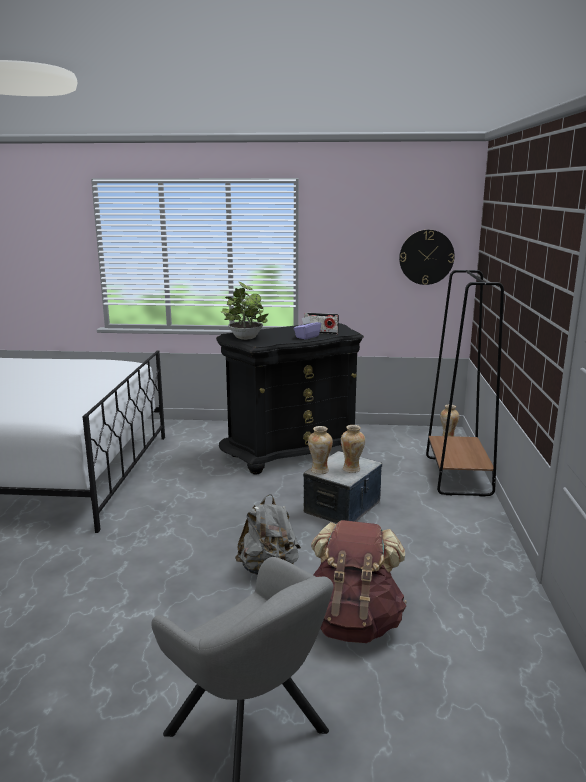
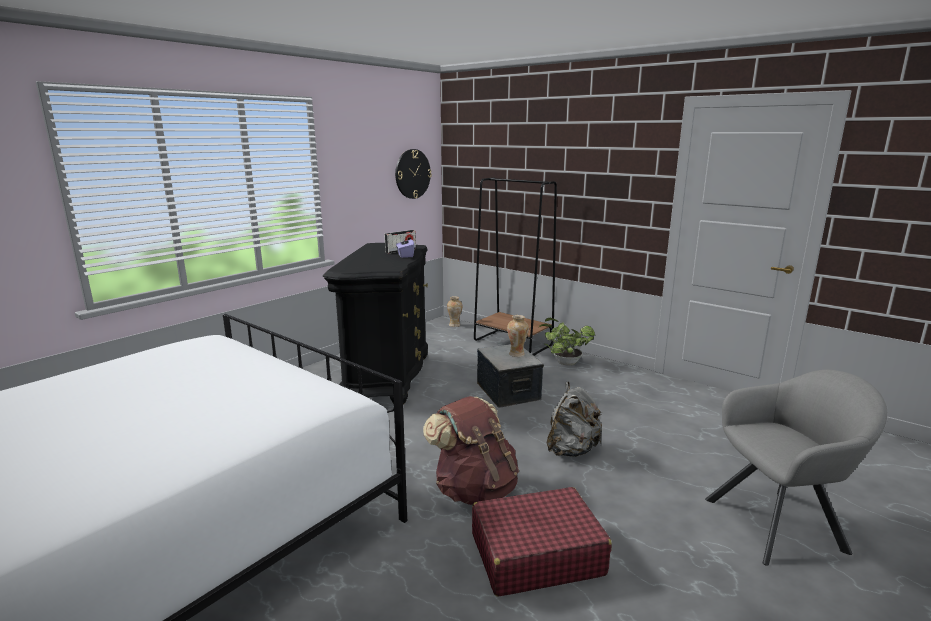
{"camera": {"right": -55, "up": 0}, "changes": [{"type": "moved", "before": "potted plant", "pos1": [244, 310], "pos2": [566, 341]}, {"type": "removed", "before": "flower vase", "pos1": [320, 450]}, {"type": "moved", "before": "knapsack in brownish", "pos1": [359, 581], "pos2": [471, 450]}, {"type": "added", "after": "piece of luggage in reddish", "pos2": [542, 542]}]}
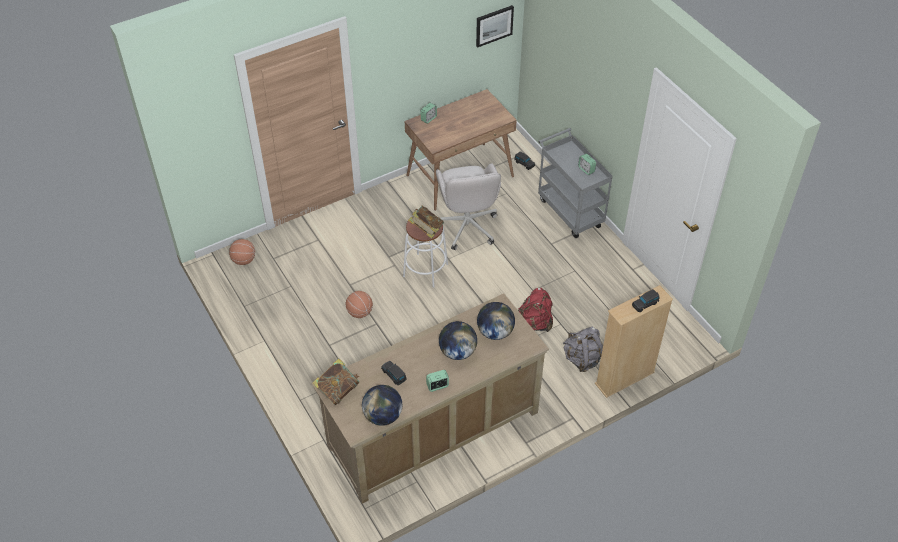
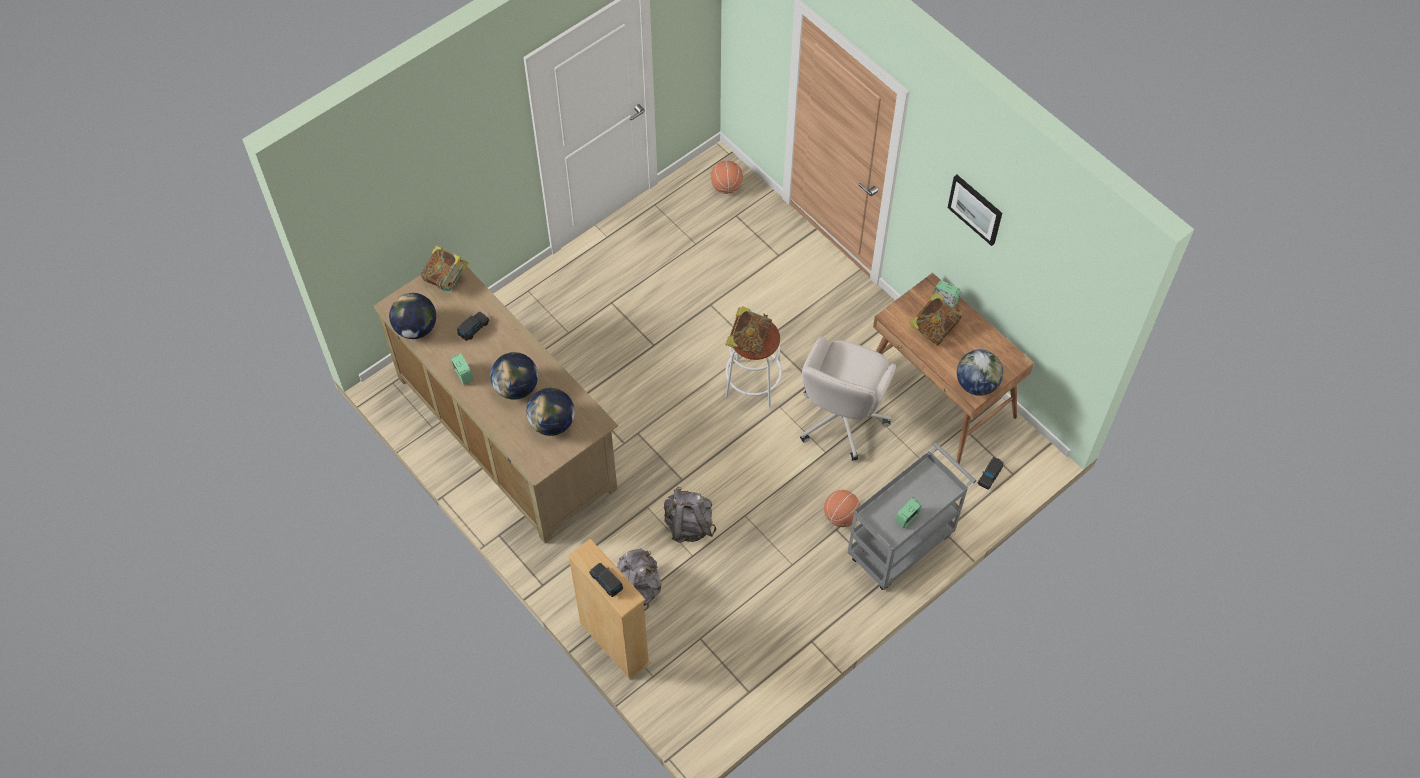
{"camera": {"right": 80, "up": 10}, "changes": [{"type": "moved", "before": "wall art", "pos1": [495, 26], "pos2": [975, 210]}, {"type": "turned", "before": "office chair in white", "pos1": [468, 206], "pos2": [848, 398], "turn": -45}, {"type": "recoloured", "before": "knapsack in reddish", "after": "knapsack in gray", "pos1": [535, 310], "pos2": [690, 515]}, {"type": "moved", "before": "basketball ball", "pos1": [359, 304], "pos2": [842, 508]}, {"type": "added", "after": "bound book", "pos2": [935, 319]}, {"type": "added", "after": "desk globe", "pos2": [980, 373]}]}
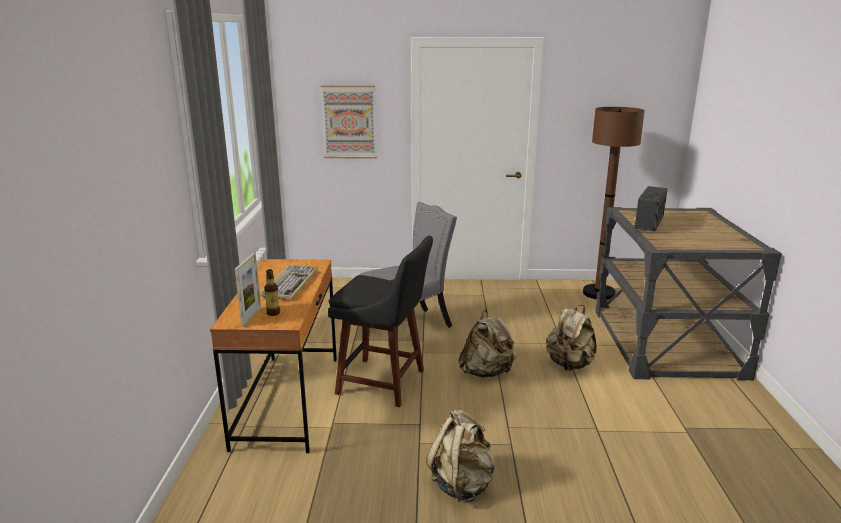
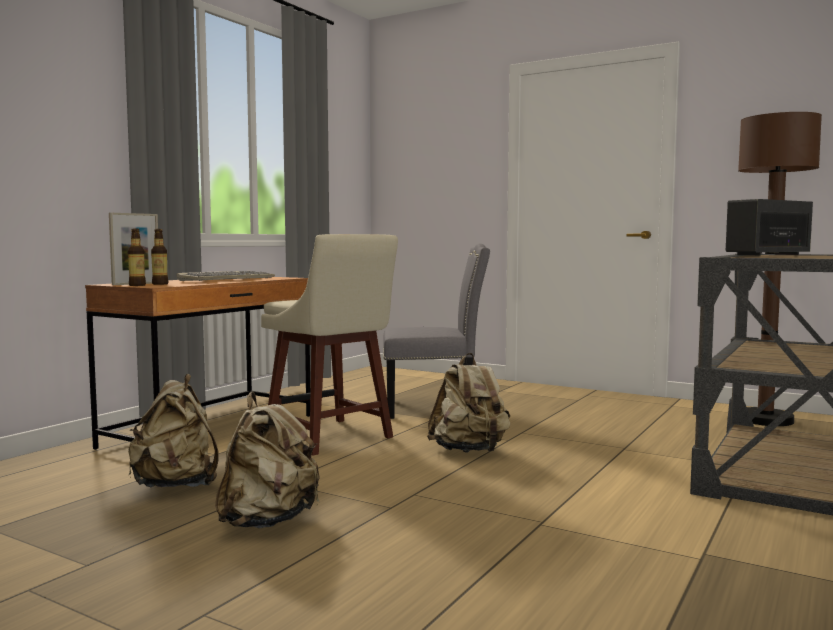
{"camera": {"right": 30, "up": -15}, "changes": [{"type": "removed", "before": "wall art", "pos1": [349, 122]}, {"type": "recoloured", "before": "stool seat in black-coloured", "after": "stool seat in beige-coloured", "pos1": [380, 321], "pos2": [329, 345]}, {"type": "moved", "before": "knapsack in beige-coloured", "pos1": [571, 338], "pos2": [173, 430]}, {"type": "added", "after": "beverage bottle", "pos2": [137, 257]}]}
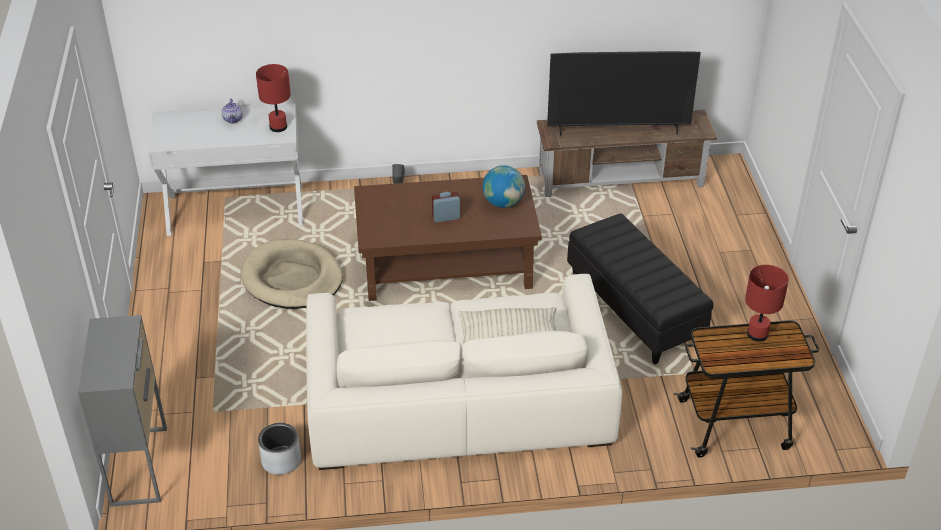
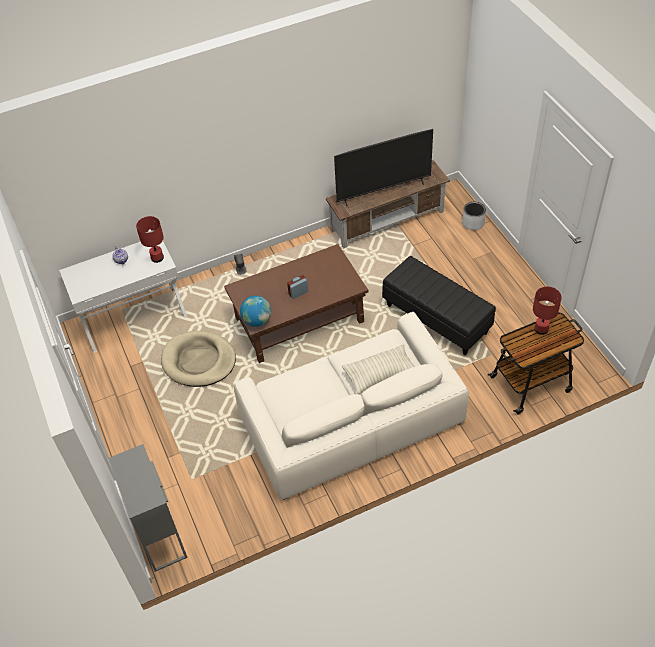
{"camera": {"right": -15, "up": 10}, "changes": [{"type": "moved", "before": "desk globe", "pos1": [504, 186], "pos2": [255, 311]}, {"type": "moved", "before": "flower pot in gray", "pos1": [279, 449], "pos2": [474, 216]}]}
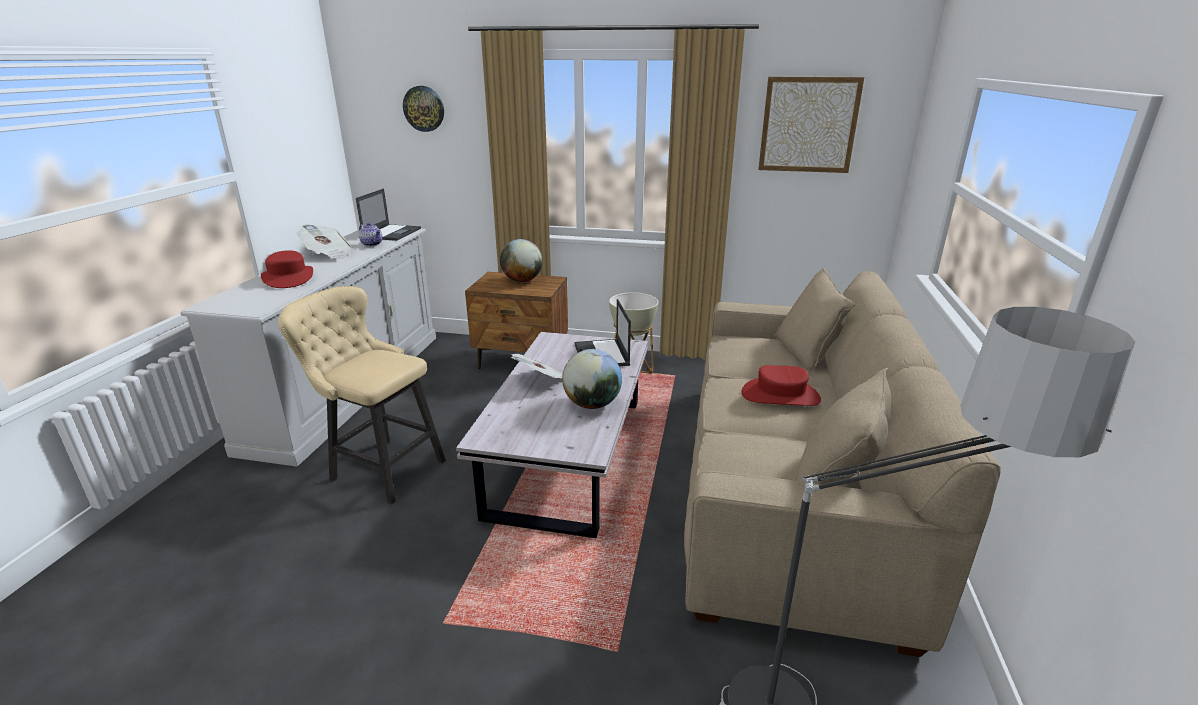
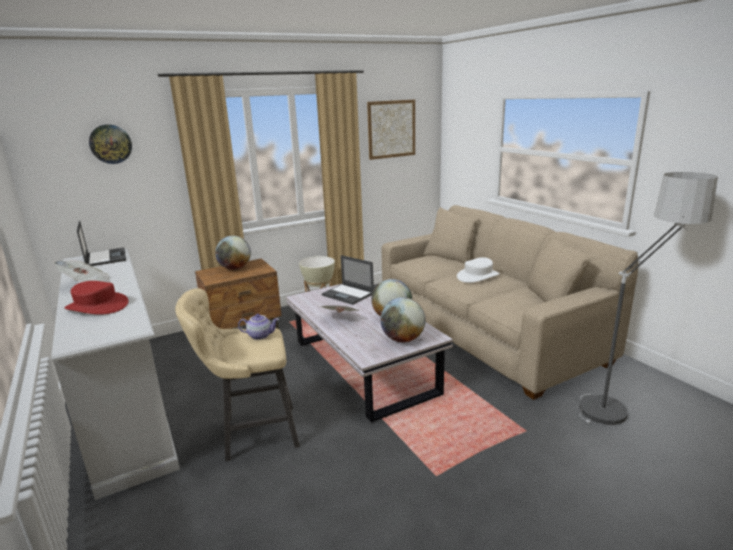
{"camera": {"right": -40, "up": -5}, "changes": [{"type": "moved", "before": "pot for tea", "pos1": [371, 234], "pos2": [258, 327]}, {"type": "recoloured", "before": "clothing hat in reddish", "after": "clothing hat in white", "pos1": [781, 385], "pos2": [478, 270]}, {"type": "added", "after": "desk globe", "pos2": [402, 319]}]}
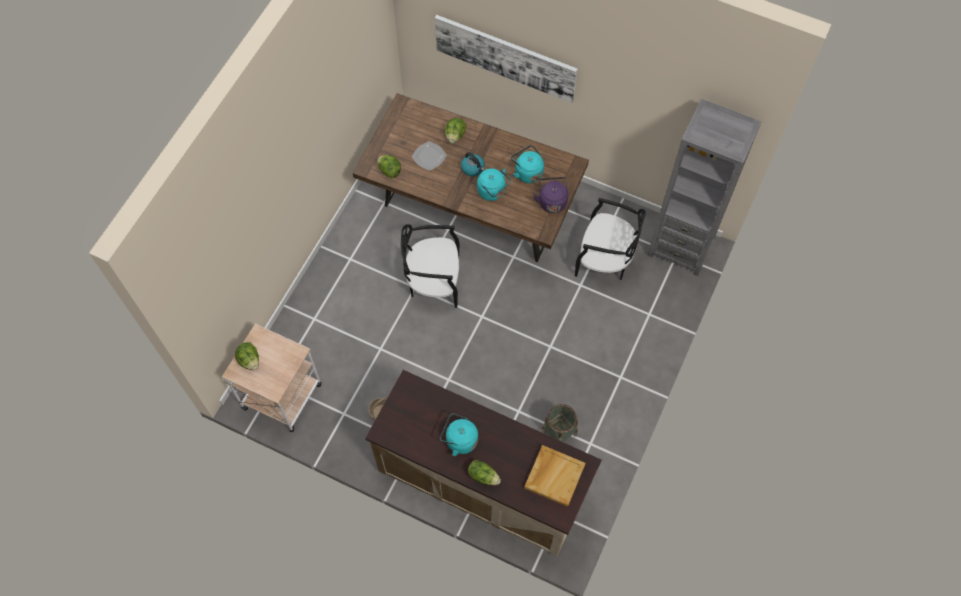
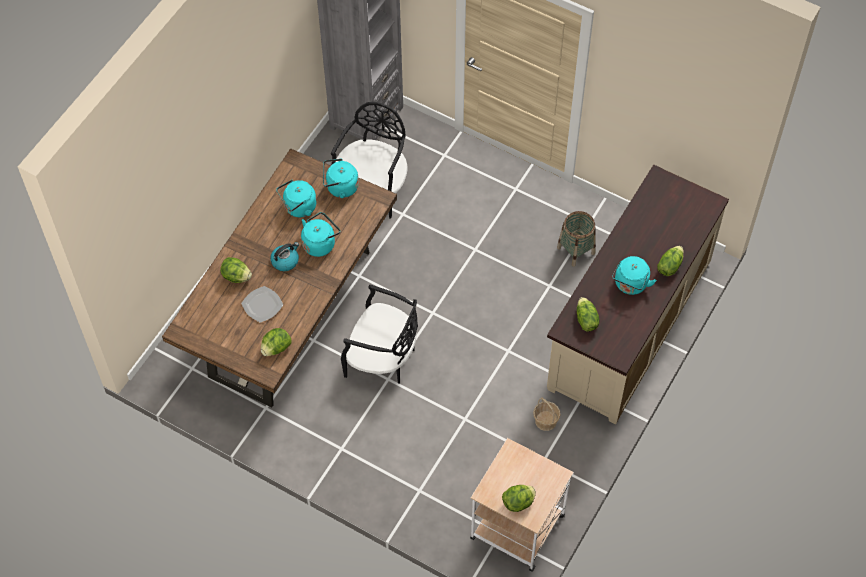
{"camera": {"right": -85, "up": -5}, "changes": [{"type": "removed", "before": "wall art", "pos1": [506, 59]}, {"type": "recoloured", "before": "kettle in purple", "after": "kettle in turquoise-coloured", "pos1": [550, 195], "pos2": [341, 178]}, {"type": "turned", "before": "plain chair in black-coloured", "pos1": [430, 266], "pos2": [379, 334], "turn": -75}, {"type": "removed", "before": "tray in beige-coloured", "pos1": [555, 476]}, {"type": "added", "after": "head of lettuce", "pos2": [588, 314]}]}
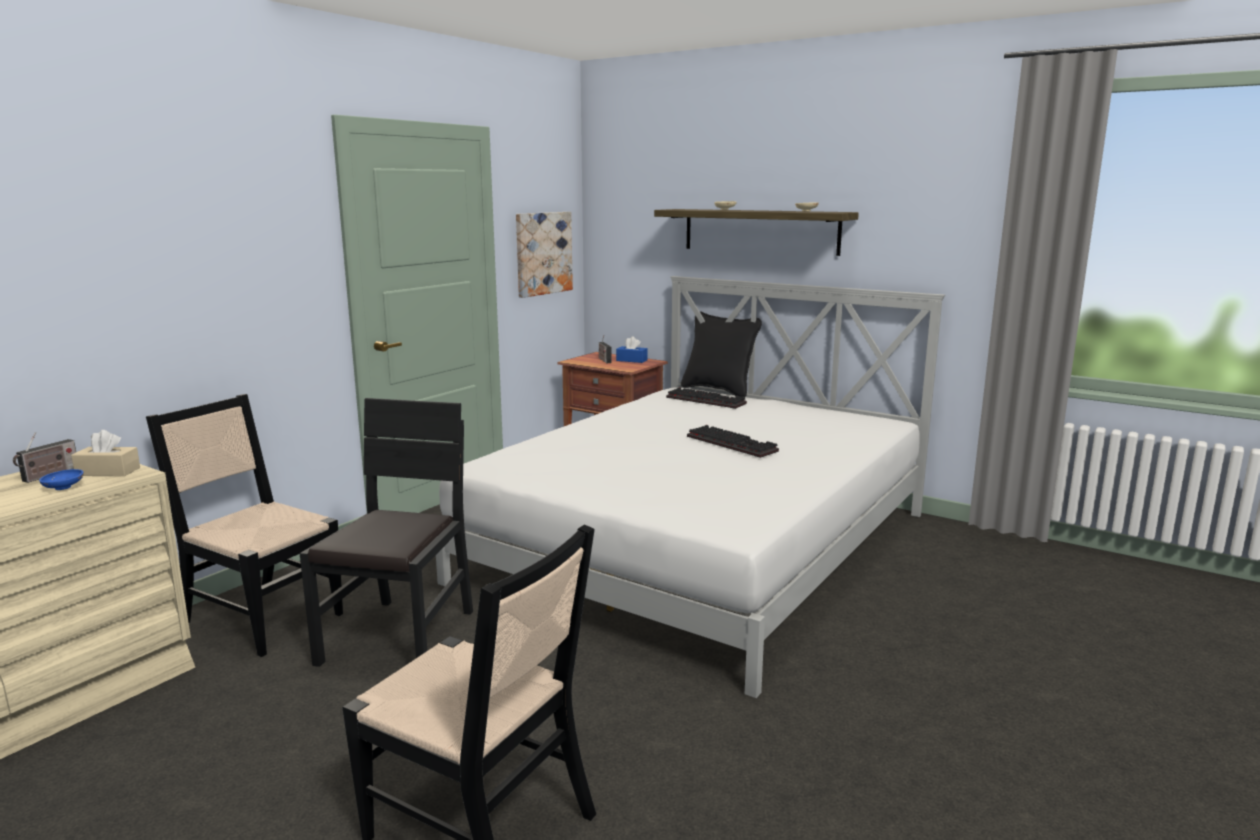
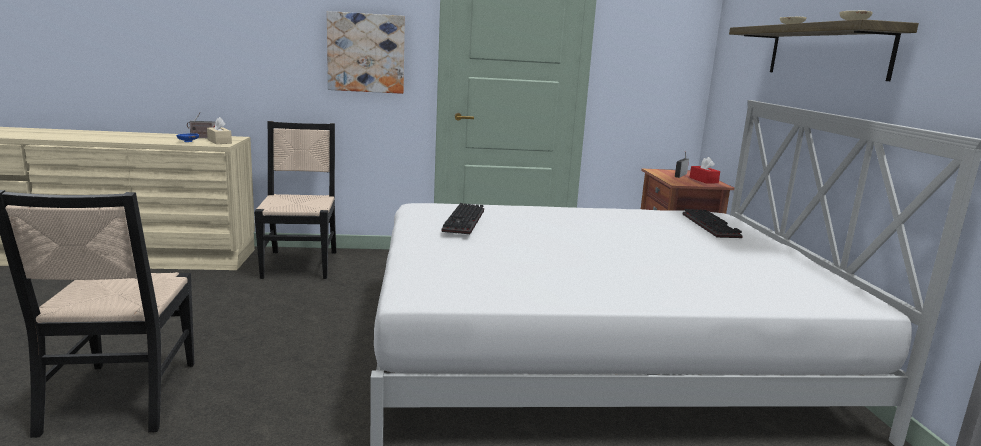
{"camera": {"right": 50, "up": 0}, "changes": [{"type": "moved", "before": "wall art", "pos1": [544, 255], "pos2": [366, 52]}, {"type": "removed", "before": "pillow in black-coloured", "pos1": [721, 354]}, {"type": "recoloured", "before": "tissue box in blue", "after": "tissue box in reddish", "pos1": [632, 349], "pos2": [705, 170]}, {"type": "removed", "before": "plain chair in black-coloured", "pos1": [386, 532]}, {"type": "moved", "before": "PC keyboard", "pos1": [733, 441], "pos2": [462, 218]}]}
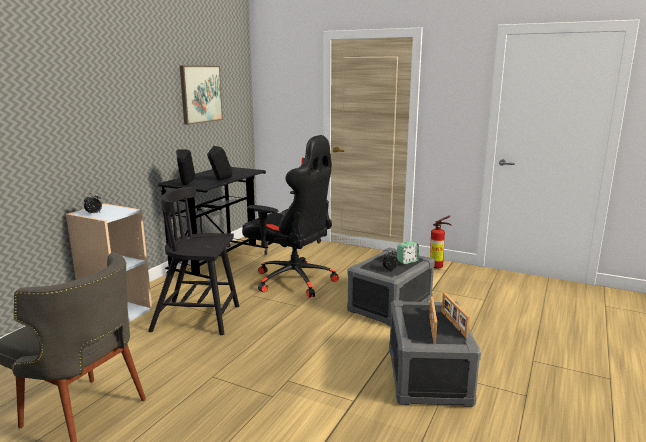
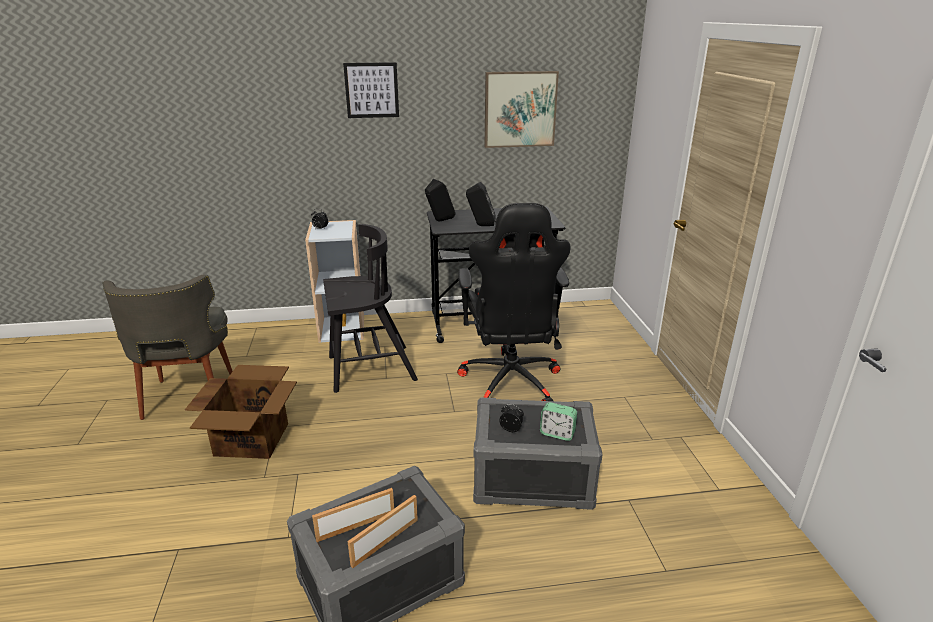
{"camera": {"right": 55, "up": 10}, "changes": [{"type": "turned", "before": "plain chair in black-coloured", "pos1": [193, 260], "pos2": [370, 308], "turn": 105}, {"type": "removed", "before": "fire-fighting cylinder", "pos1": [441, 242]}, {"type": "added", "after": "wall art", "pos2": [371, 90]}, {"type": "added", "after": "cardboard box", "pos2": [241, 412]}]}
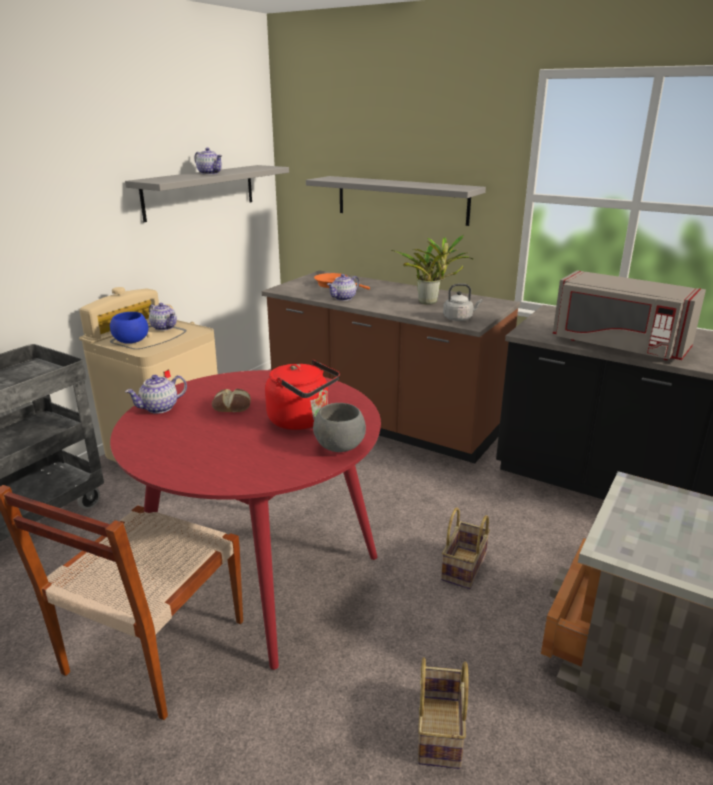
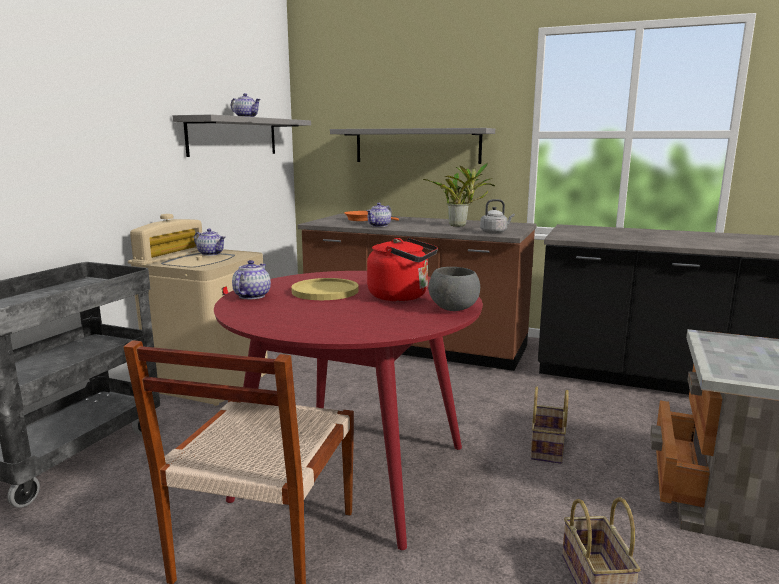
{"camera": {"right": -10, "up": -10}, "changes": [{"type": "removed", "before": "microwave oven in gray", "pos1": [629, 315]}, {"type": "removed", "before": "bowl in blue", "pos1": [129, 328]}, {"type": "turned", "before": "pot for tea", "pos1": [156, 394], "pos2": [251, 279], "turn": 150}, {"type": "replaced", "before": "baked bread", "after": "flat dish in yellow", "pos1": [231, 400], "pos2": [325, 289]}]}
